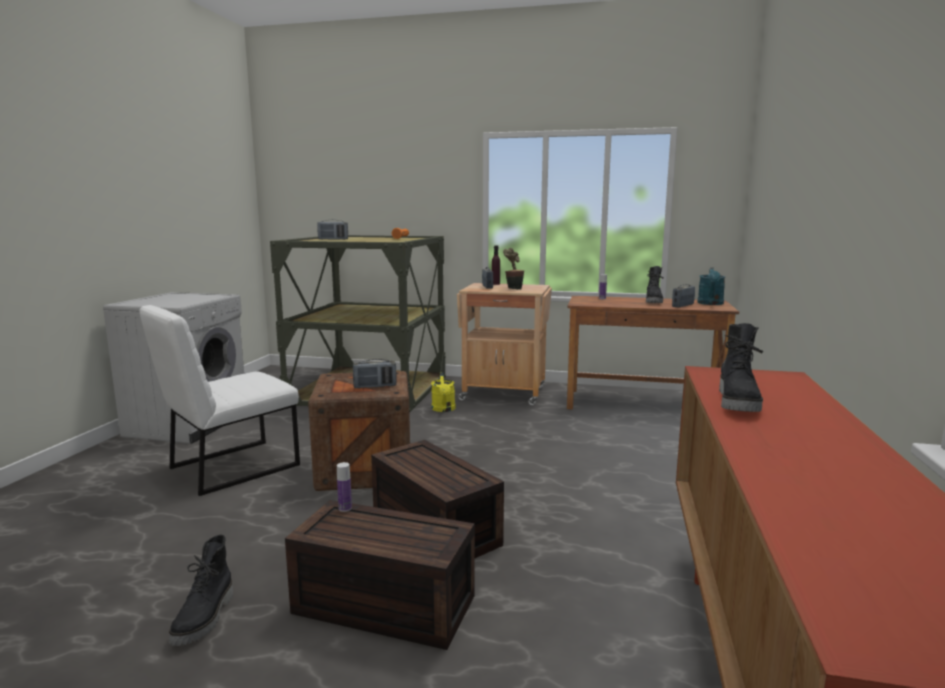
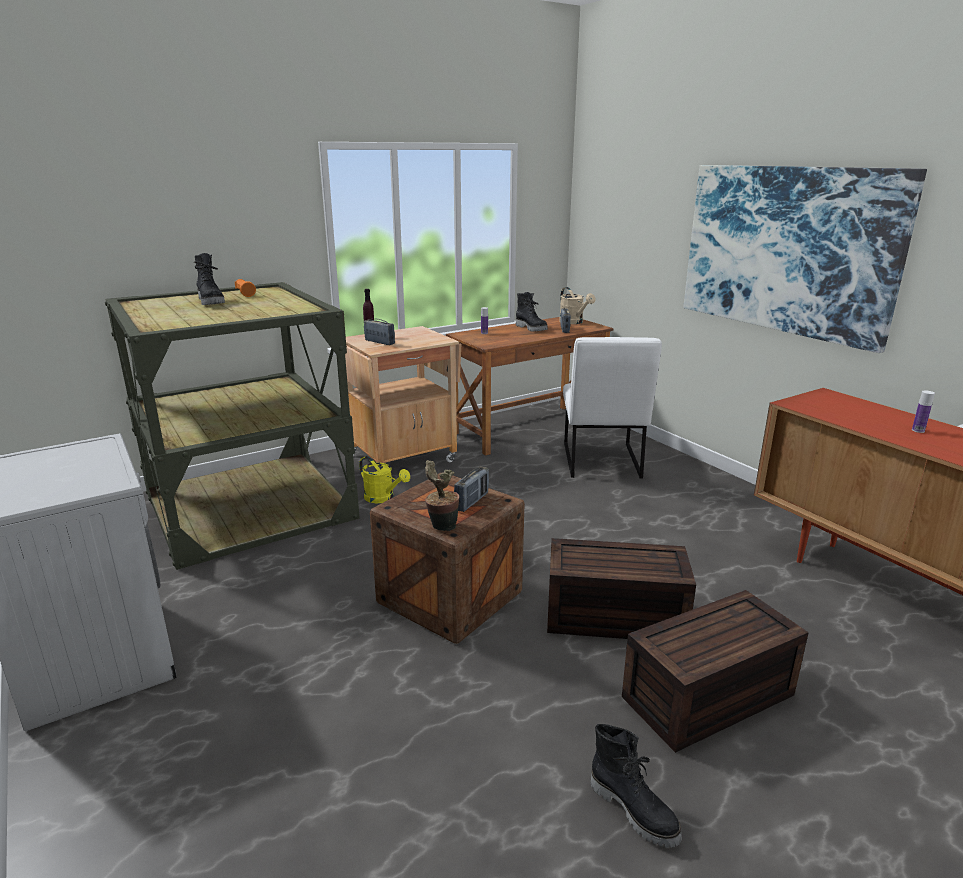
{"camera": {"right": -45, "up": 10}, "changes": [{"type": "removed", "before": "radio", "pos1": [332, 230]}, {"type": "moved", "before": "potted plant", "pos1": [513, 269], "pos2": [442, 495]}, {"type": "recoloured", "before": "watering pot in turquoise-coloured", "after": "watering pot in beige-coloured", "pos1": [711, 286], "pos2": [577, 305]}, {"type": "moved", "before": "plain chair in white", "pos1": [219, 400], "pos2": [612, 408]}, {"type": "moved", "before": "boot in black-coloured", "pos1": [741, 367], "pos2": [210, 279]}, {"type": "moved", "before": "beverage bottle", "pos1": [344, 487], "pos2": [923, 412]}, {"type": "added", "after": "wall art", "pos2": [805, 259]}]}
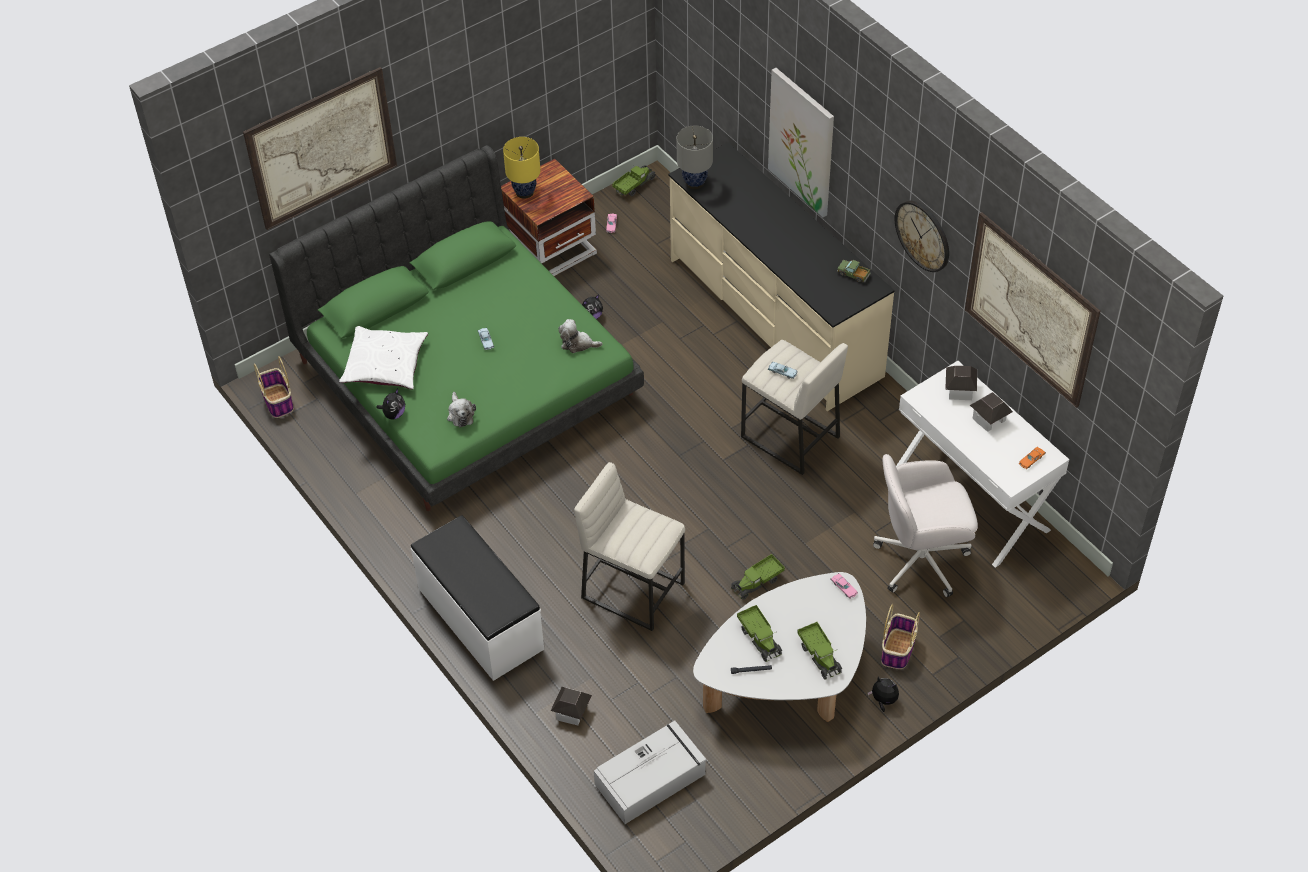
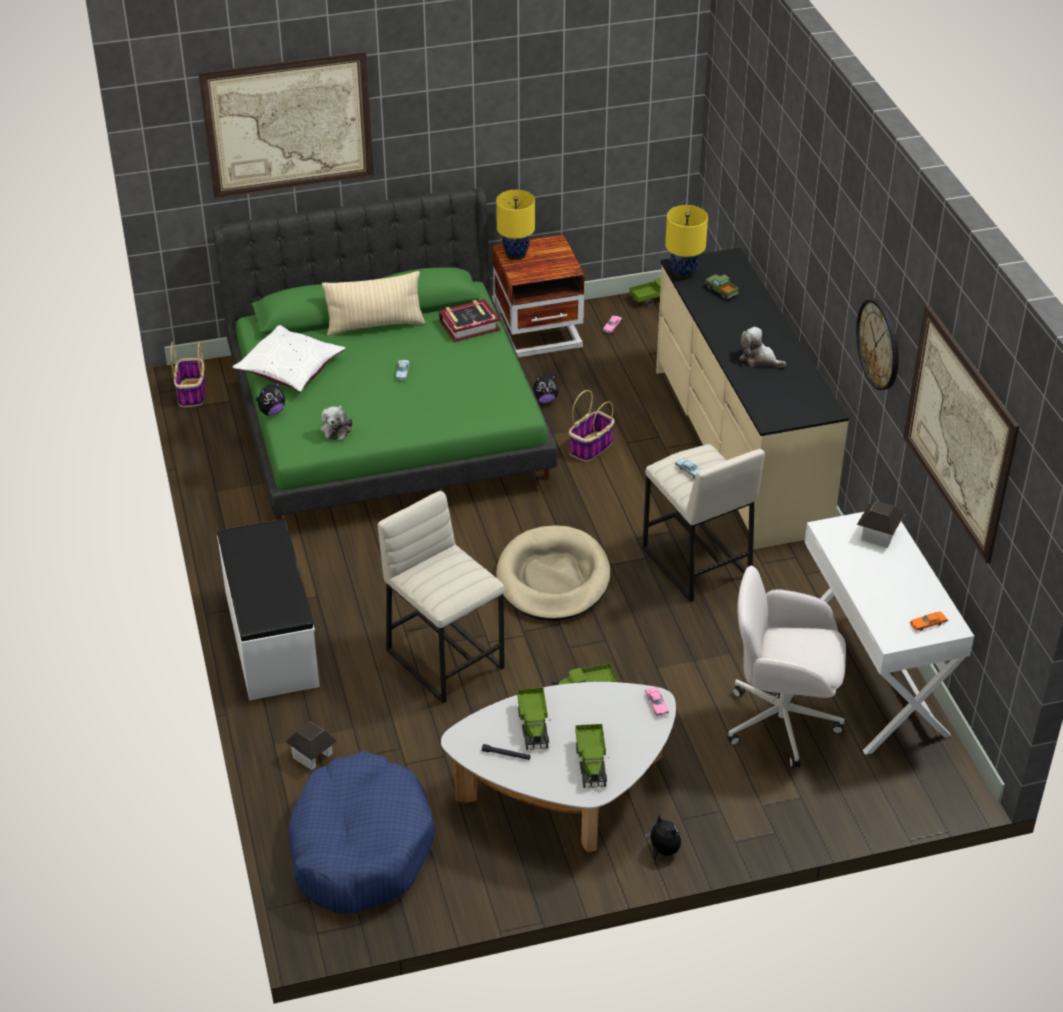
{"camera": {"right": 20, "up": -10}, "changes": [{"type": "removed", "before": "wall art", "pos1": [801, 142]}, {"type": "recoloured", "before": "lamp for a table in gray", "after": "lamp for a table in yellow", "pos1": [695, 157], "pos2": [686, 242]}, {"type": "moved", "before": "toy lorry", "pos1": [853, 271], "pos2": [722, 286]}, {"type": "moved", "before": "cuddly toy", "pos1": [580, 336], "pos2": [763, 347]}, {"type": "removed", "before": "model house", "pos1": [991, 412]}, {"type": "moved", "before": "household basket", "pos1": [900, 636], "pos2": [592, 426]}, {"type": "replaced", "before": "storage bin in gray", "after": "dog bed in blue", "pos1": [650, 772], "pos2": [362, 832]}, {"type": "added", "after": "pillow in beige-coloured", "pos2": [373, 303]}, {"type": "added", "after": "bound book", "pos2": [469, 320]}, {"type": "added", "after": "dog bed in beige-coloured", "pos2": [553, 573]}]}
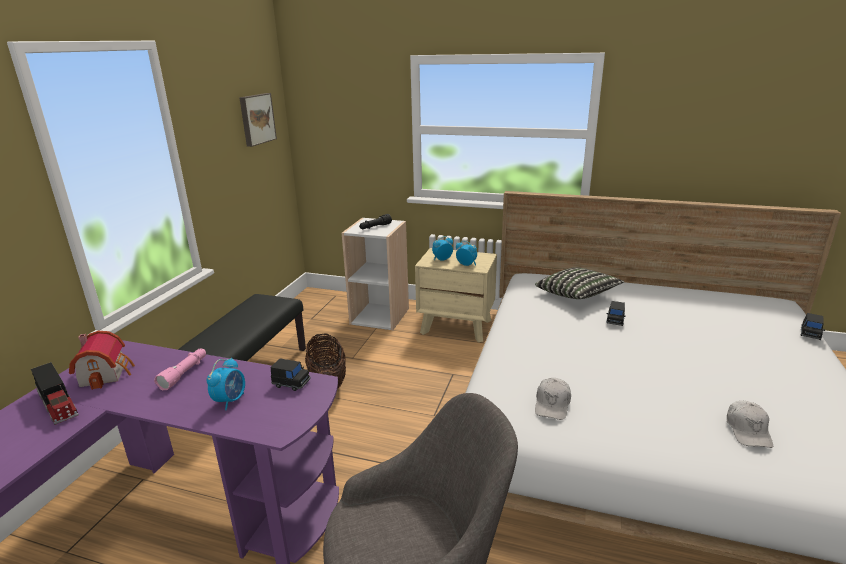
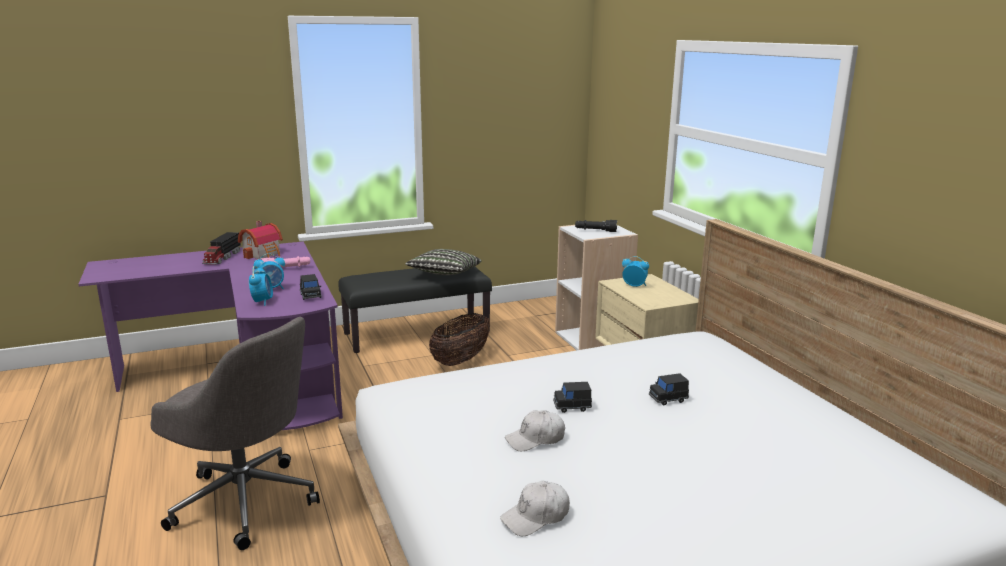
{"camera": {"right": 50, "up": -5}, "changes": [{"type": "removed", "before": "wall art", "pos1": [258, 120]}, {"type": "moved", "before": "bedside clock", "pos1": [466, 253], "pos2": [261, 286]}, {"type": "moved", "before": "pillow", "pos1": [579, 283], "pos2": [443, 262]}, {"type": "moved", "before": "miniature car in black-coloured", "pos1": [813, 326], "pos2": [572, 397]}, {"type": "moved", "before": "baseball cap in white", "pos1": [553, 399], "pos2": [535, 430]}]}
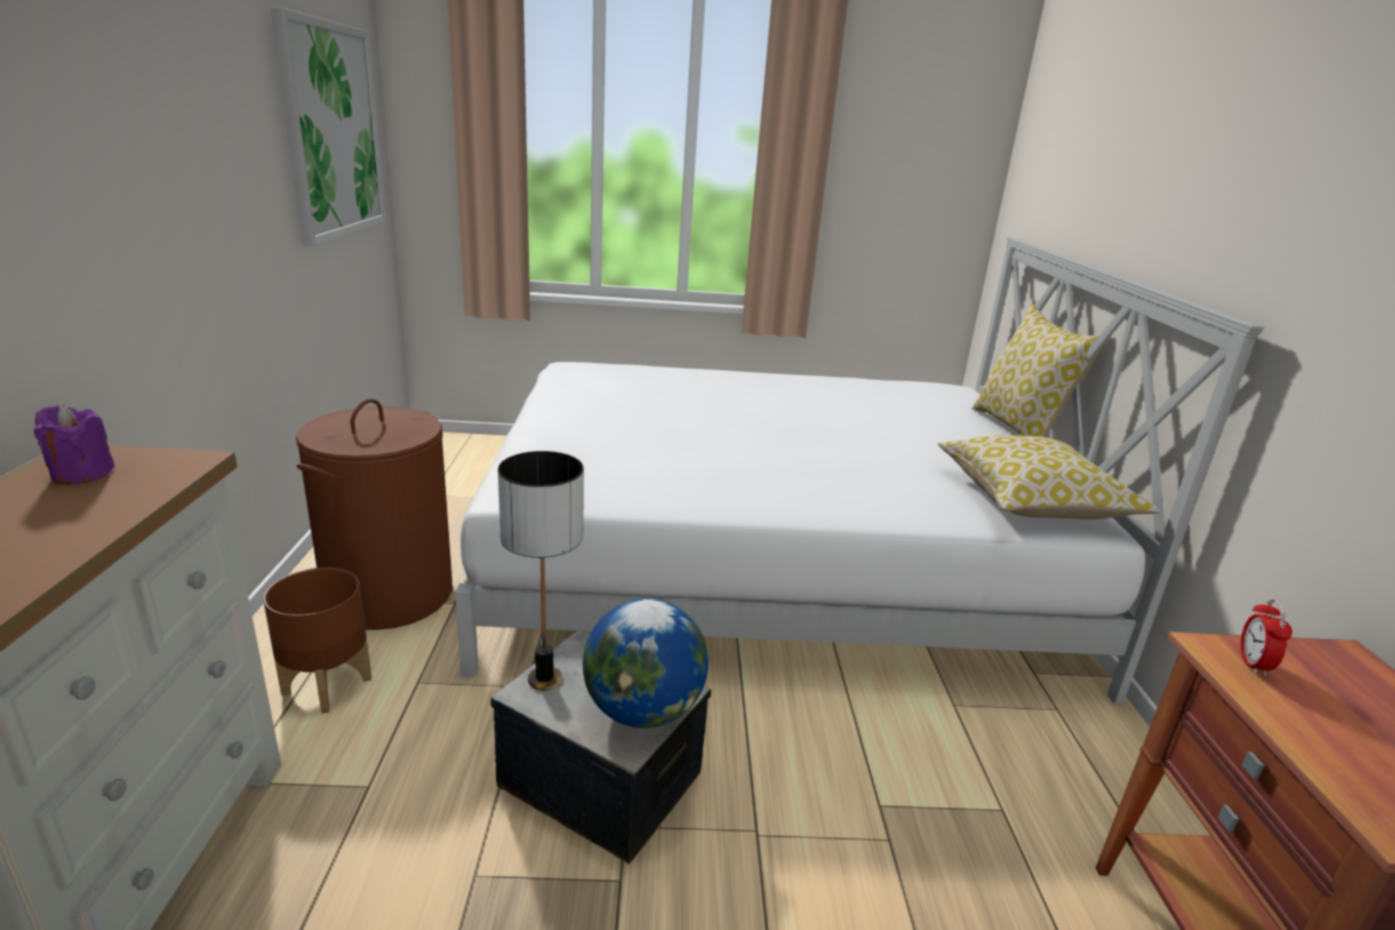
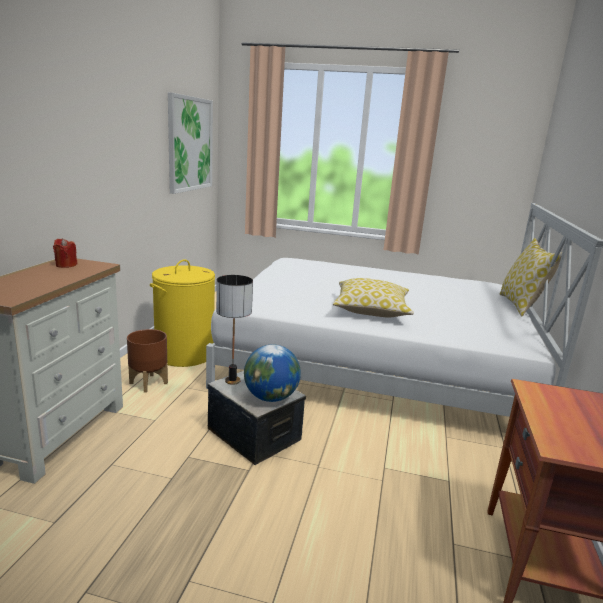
{"camera": {"right": 15, "up": -5}, "changes": [{"type": "recoloured", "before": "hamper in brownish", "after": "hamper in yellow", "pos1": [374, 514], "pos2": [182, 313]}, {"type": "recoloured", "before": "candle in purple", "after": "candle in reddish", "pos1": [74, 445], "pos2": [65, 253]}, {"type": "moved", "before": "pillow", "pos1": [1049, 477], "pos2": [373, 297]}, {"type": "removed", "before": "bedside clock", "pos1": [1266, 638]}]}
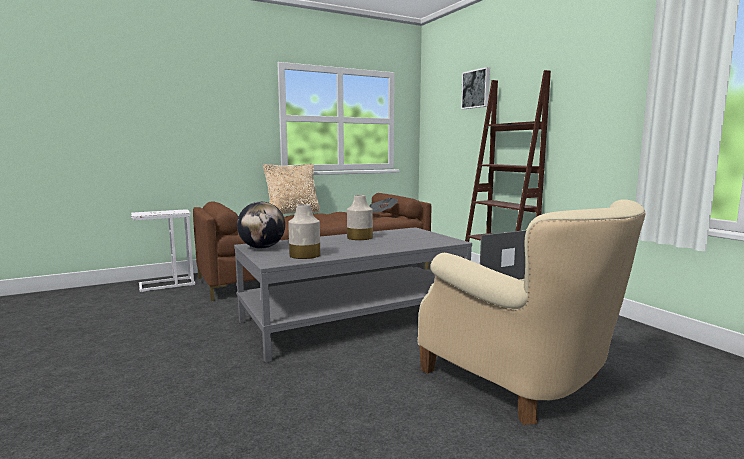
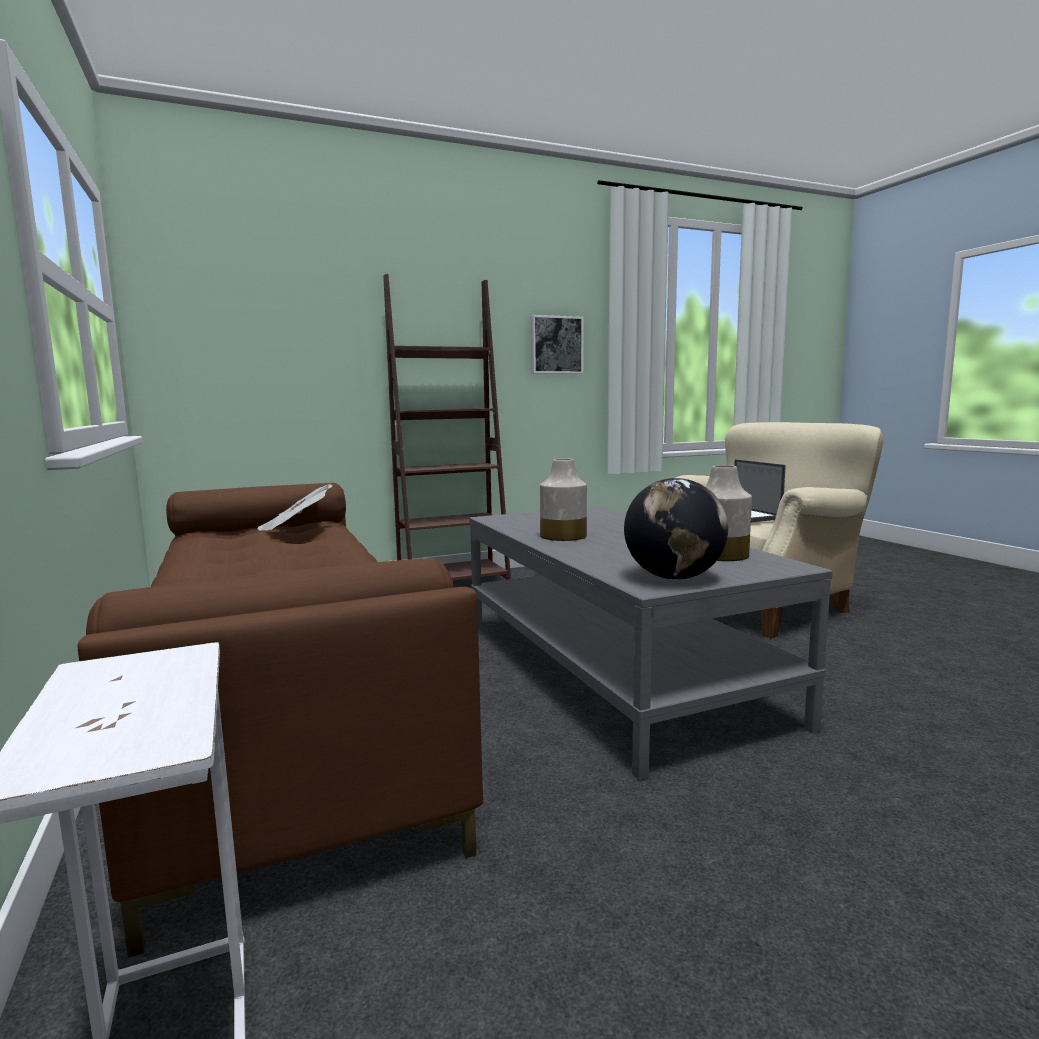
{"camera": {"right": -85, "up": 0}, "changes": [{"type": "moved", "before": "wall art", "pos1": [475, 88], "pos2": [557, 344]}, {"type": "removed", "before": "pillow in beige-coloured", "pos1": [291, 189]}]}
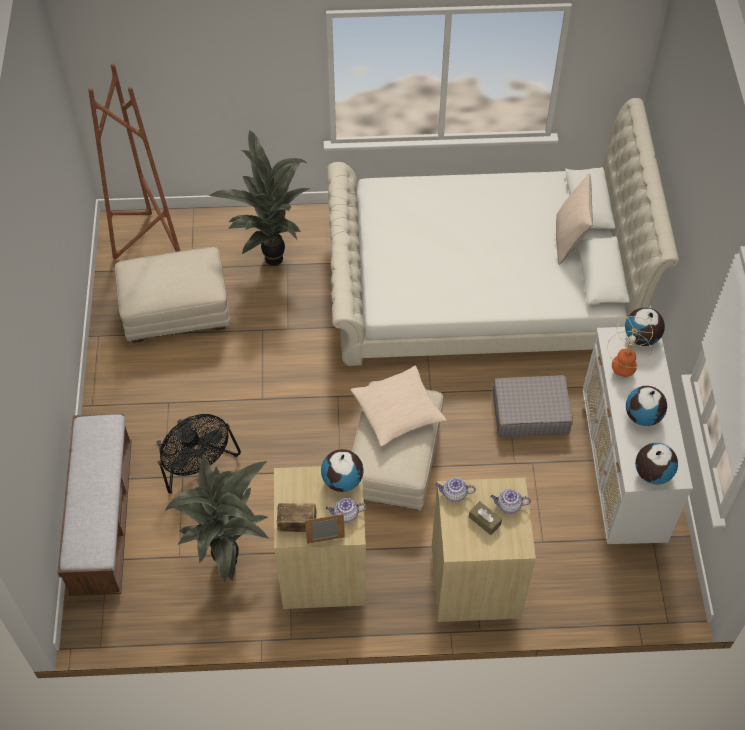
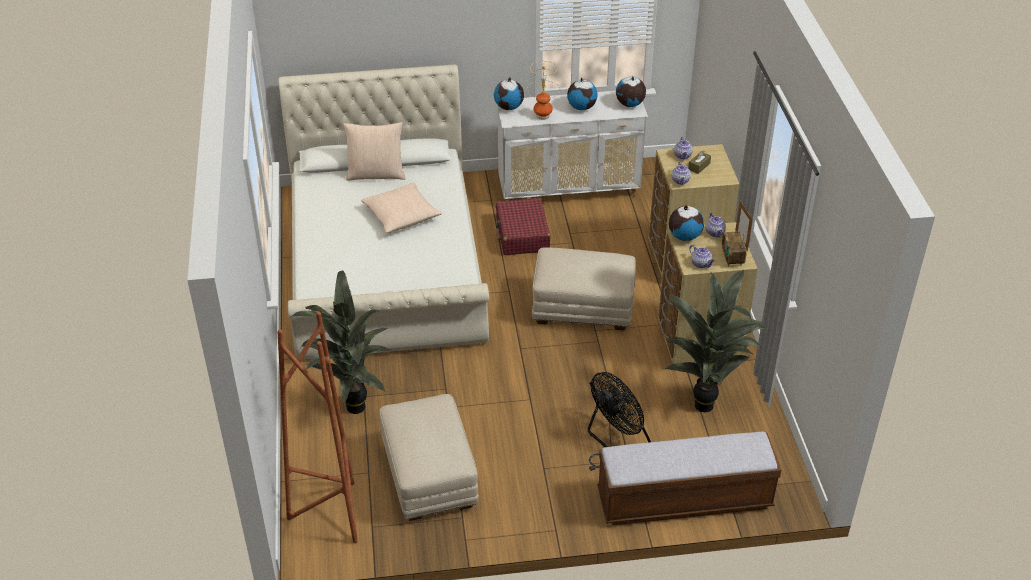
{"camera": {"right": -95, "up": -15}, "changes": [{"type": "moved", "before": "pillow in beige-coloured", "pos1": [399, 406], "pos2": [401, 208]}, {"type": "recoloured", "before": "piece of luggage in gray", "after": "piece of luggage in reddish", "pos1": [532, 406], "pos2": [523, 226]}, {"type": "added", "after": "pot for tea", "pos2": [702, 256]}]}
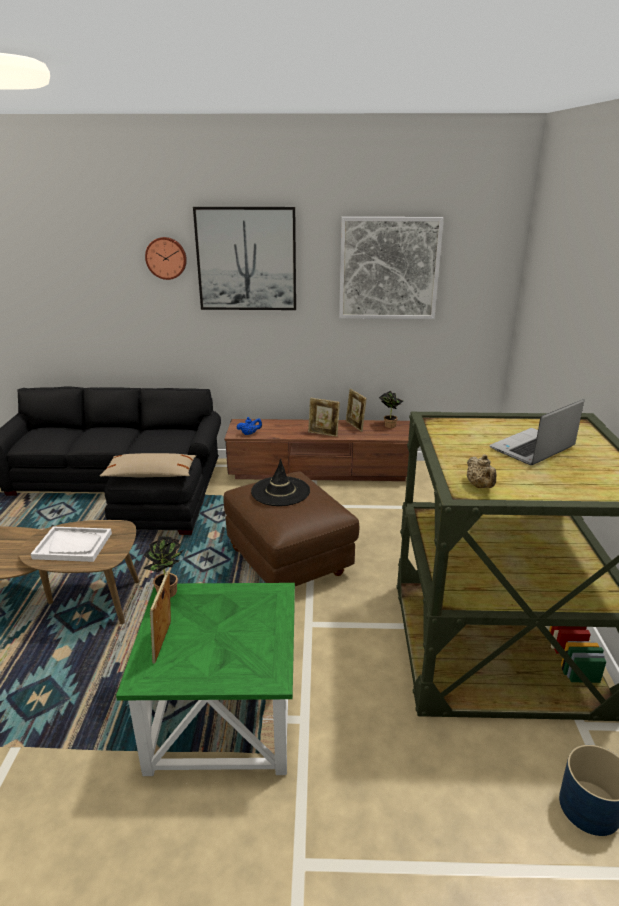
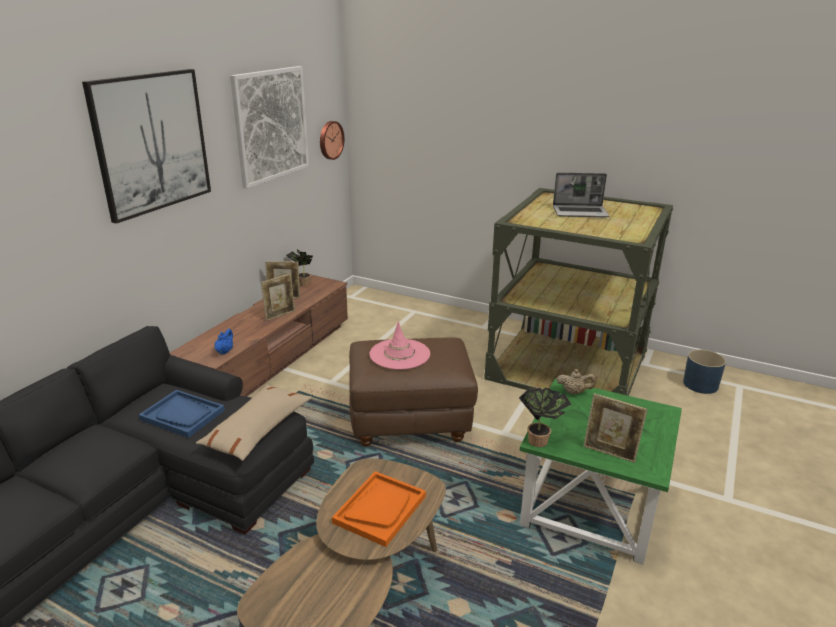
{"camera": {"right": -65, "up": 0}, "changes": [{"type": "moved", "before": "wall clock", "pos1": [166, 258], "pos2": [332, 140]}, {"type": "turned", "before": "laptop", "pos1": [537, 432], "pos2": [581, 195], "turn": -75}, {"type": "moved", "before": "pot for tea in beige-coloured", "pos1": [482, 471], "pos2": [576, 381]}, {"type": "recoloured", "before": "clothing hat in black-coloured", "after": "clothing hat in pinkish", "pos1": [280, 482], "pos2": [399, 345]}, {"type": "recoloured", "before": "tray in white", "after": "tray in orangey", "pos1": [71, 544], "pos2": [379, 509]}, {"type": "added", "after": "tray in blue", "pos2": [182, 414]}]}
